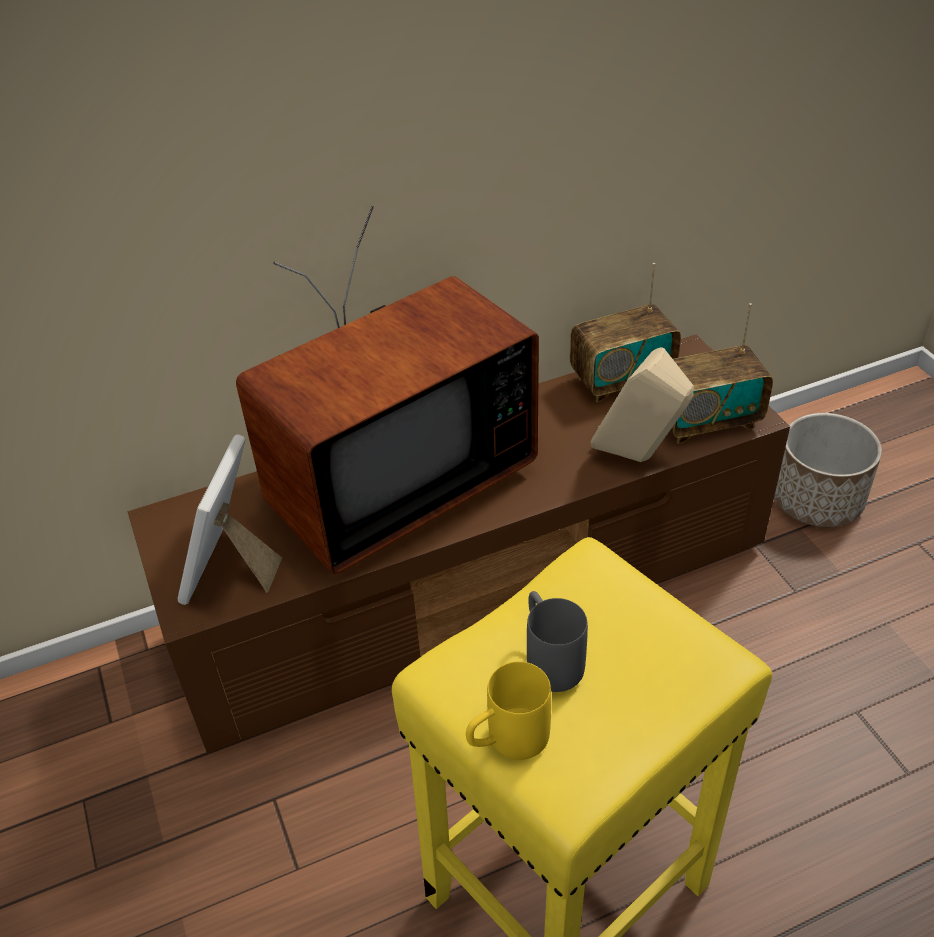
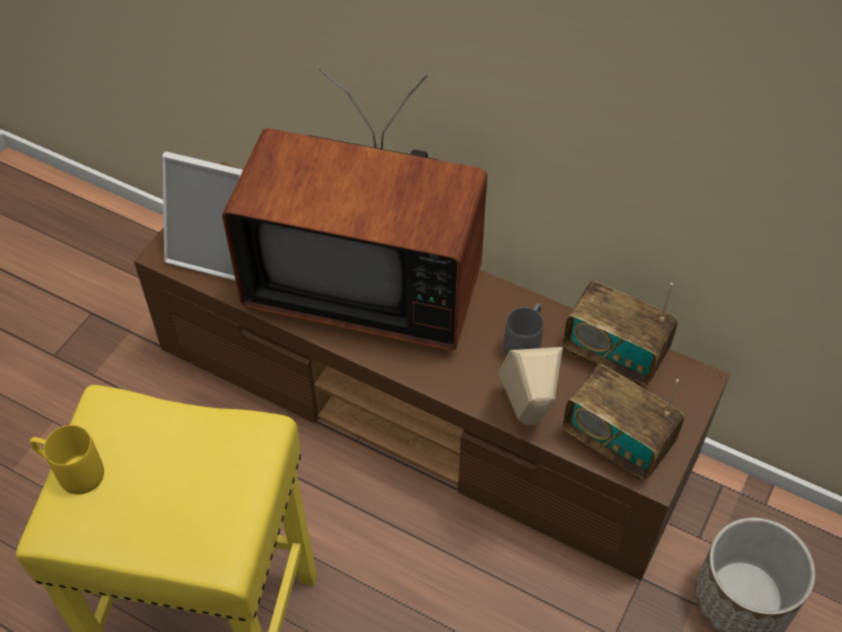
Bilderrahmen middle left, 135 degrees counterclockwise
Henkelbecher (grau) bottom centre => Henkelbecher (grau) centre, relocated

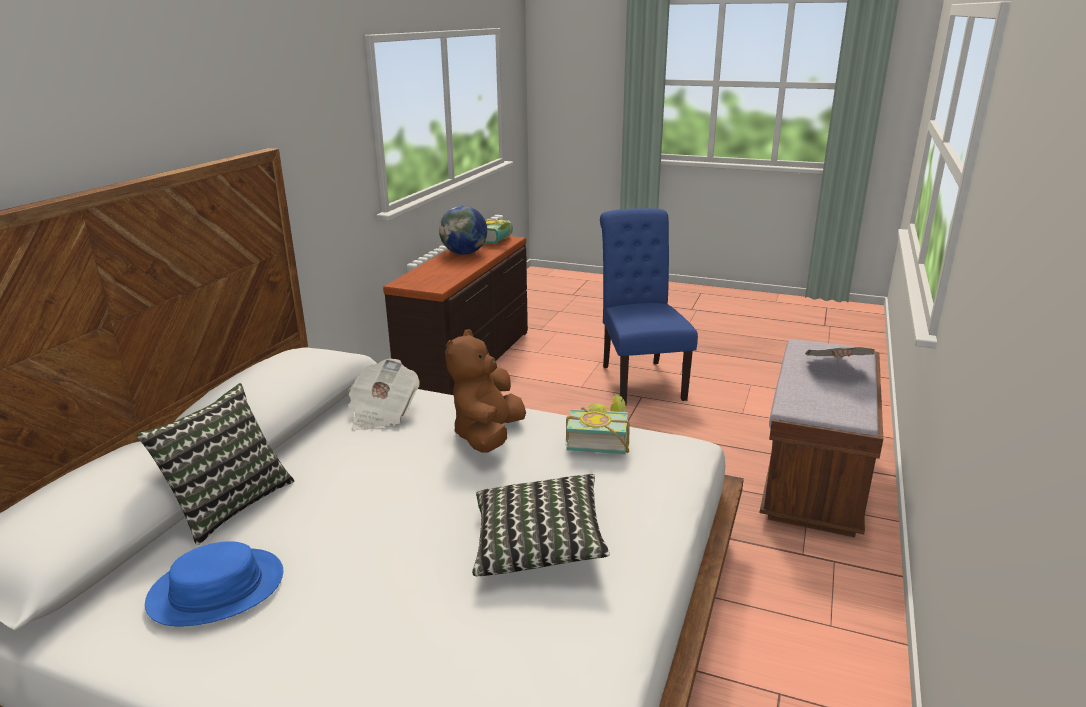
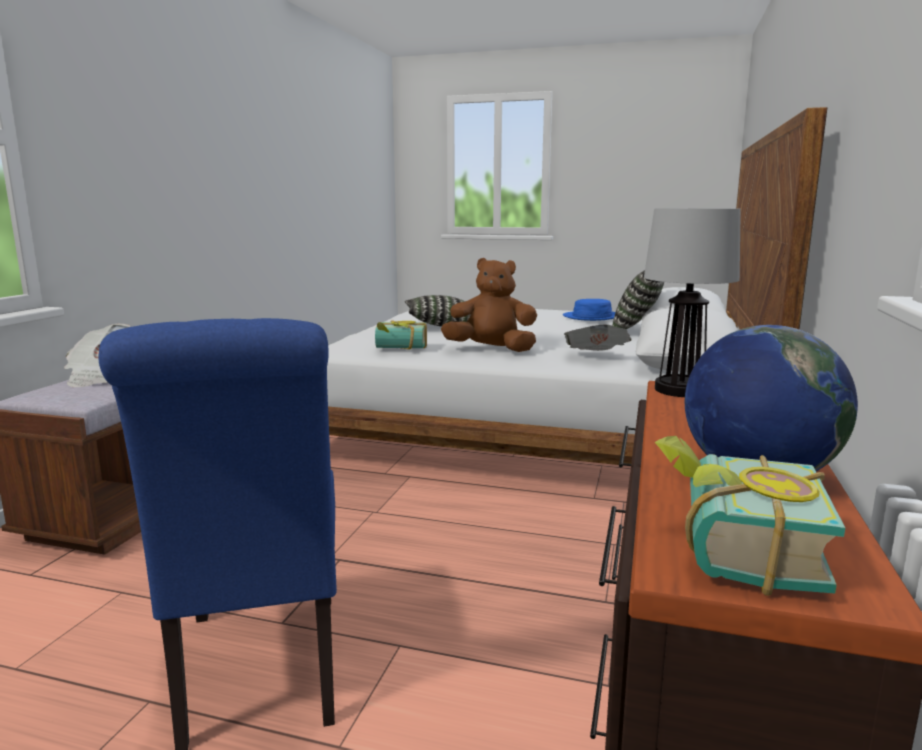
Plüschtier (braun) centre, 90 degrees counterclockwise
nothing => Tischlampe middle right

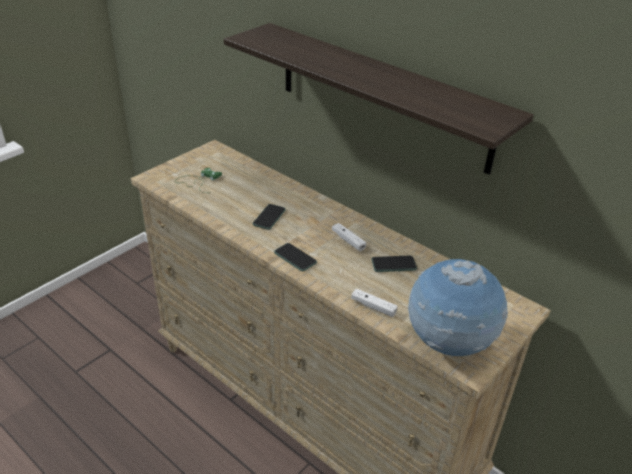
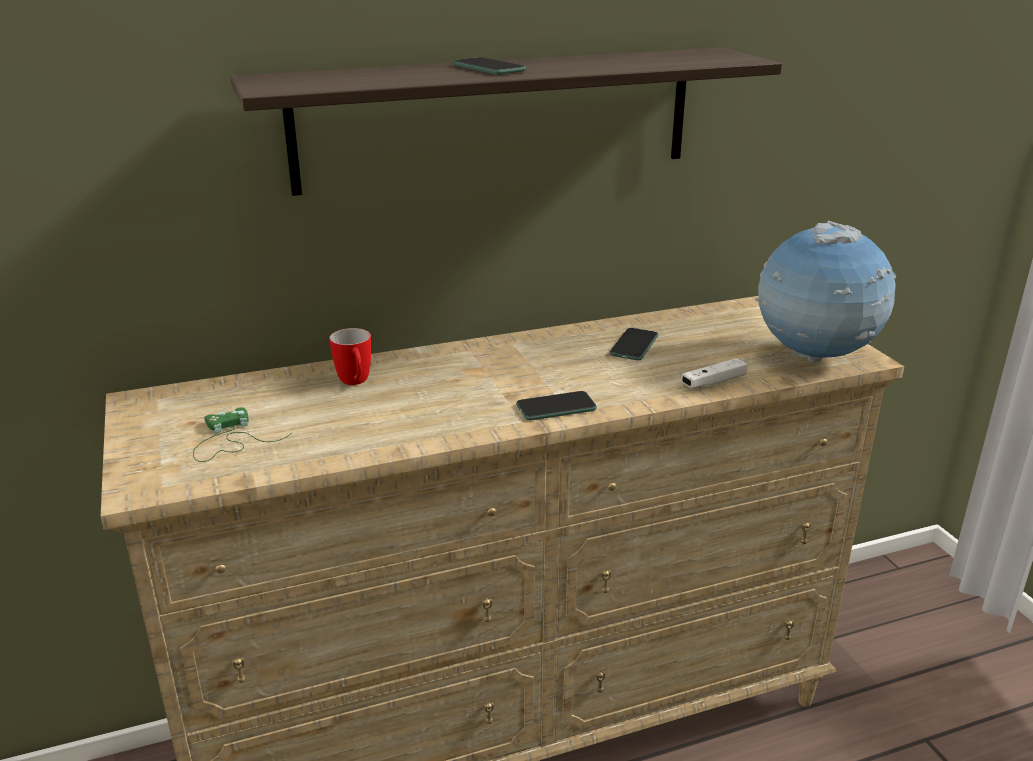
Handy (no. 1 from left) centre => Handy (no. 1 from left) top centre, relocated
Gamepad (weiß) (no. 1 from left) centre => nothing
nothing => Henkelbecher centre

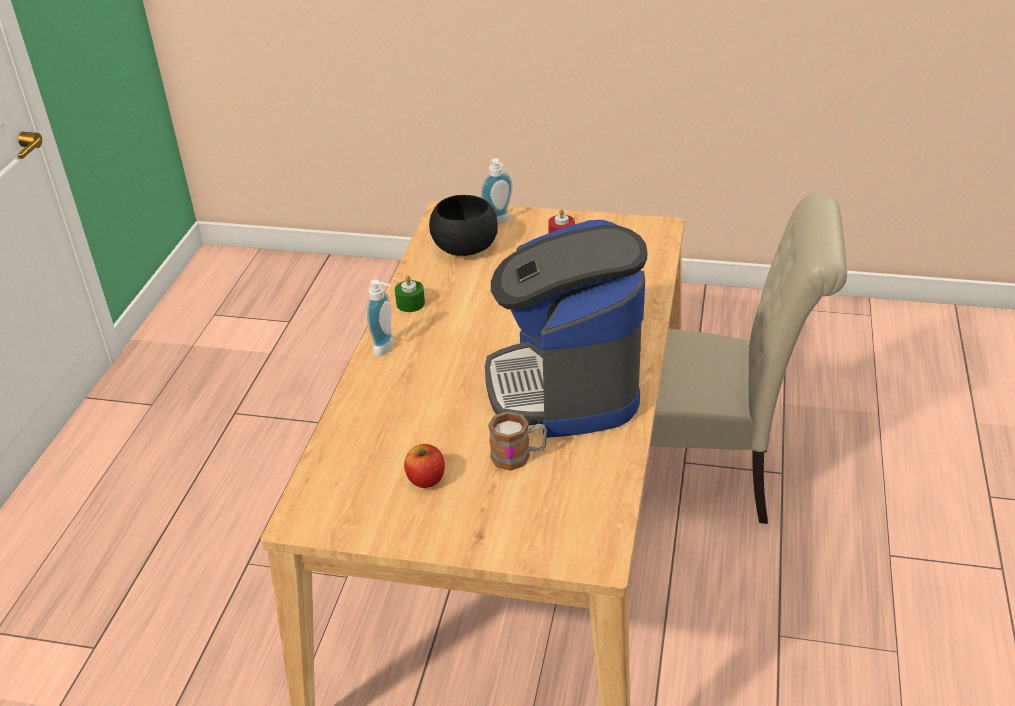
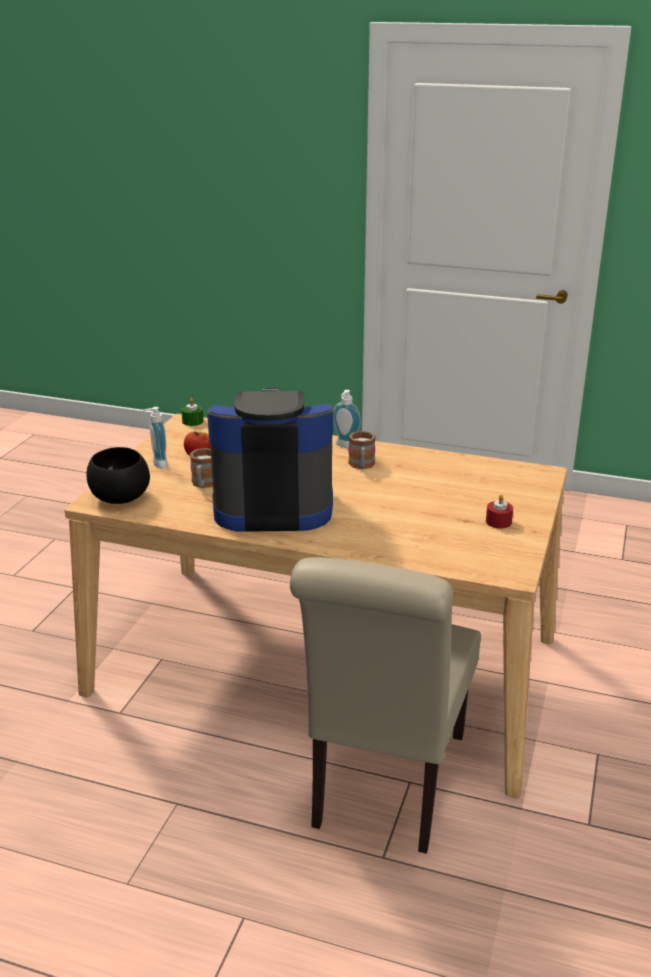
Seifenspender (no. 2 from left in the first image) top centre => Seifenspender (no. 1 from left) middle left, relocated
Schüssel (schwarz) top centre => Schüssel (schwarz) middle left, relocated
Kerze (grün) centre => Kerze (grün) middle left, relocated
nothing => Henkelbecher (no. 2 from left) centre

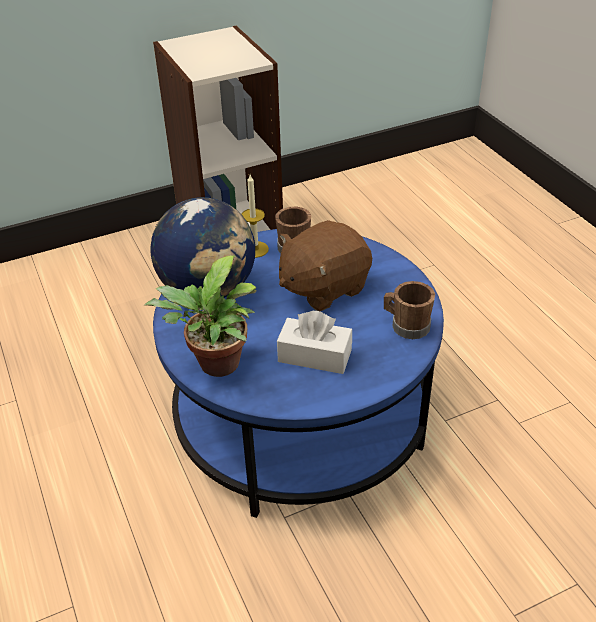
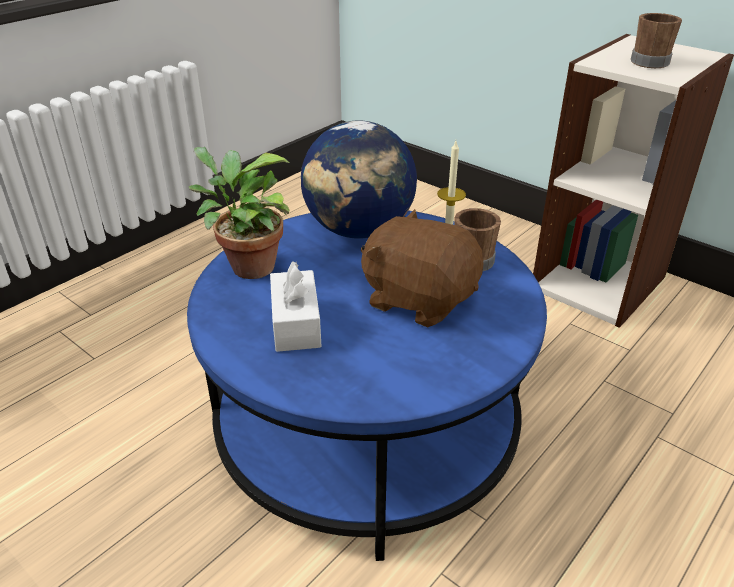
Henkelbecher (braun) (no. 2 from left) middle right => Henkelbecher (braun) (no. 2 from left) top right, relocated

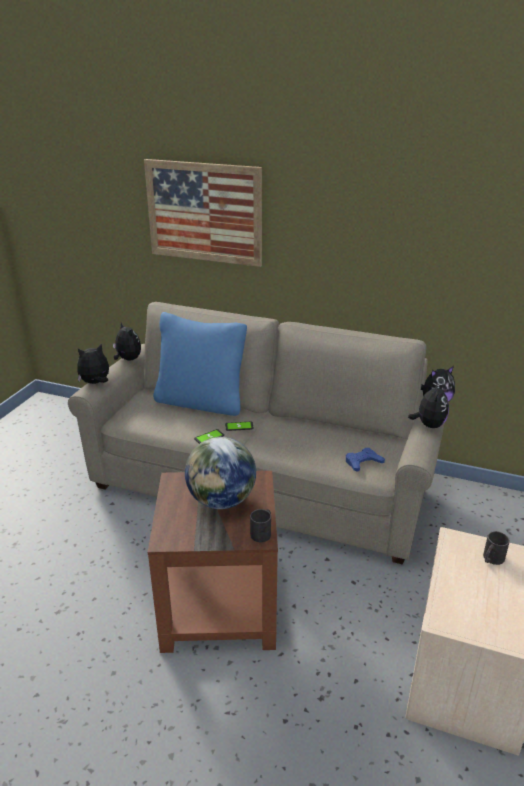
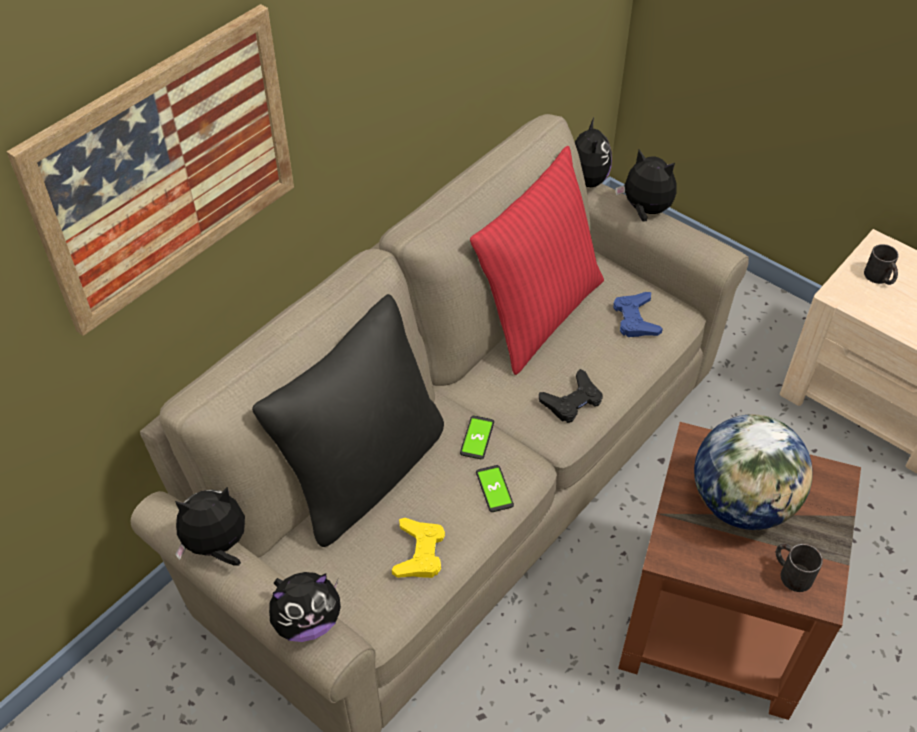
Kissen (blau) centre => Kissen (schwarz) centre
Plüschtier (no. 1 from left in the first image) middle left => Plüschtier (no. 2 from left) bottom left, 105 degrees counterclockwise
Henkelbecher (schwarz) (no. 1 from left) bottom centre => Henkelbecher (schwarz) (no. 1 from left) bottom right, relocated
nothing => Kissen (rot) centre
nothing => Gamepad (schwarz) centre
nothing => Gamepad (gelb) bottom centre

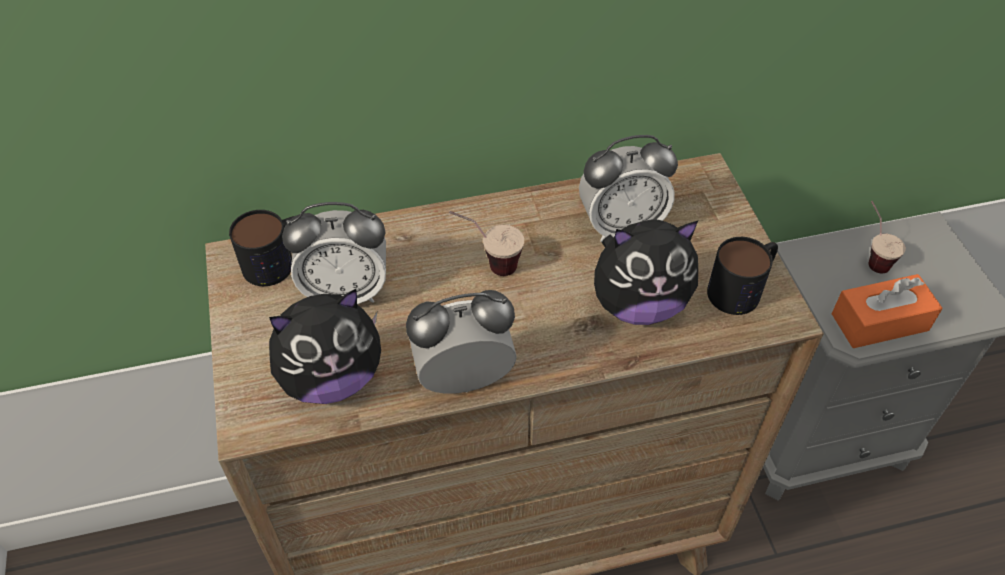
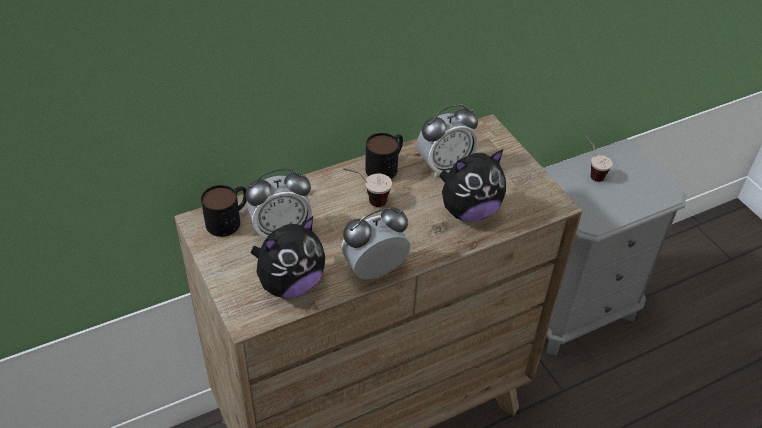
Henkelbecher (no. 2 from left) middle right => Henkelbecher (no. 2 from left) centre, relocated
Taschentuchbox (orange) middle right => nothing

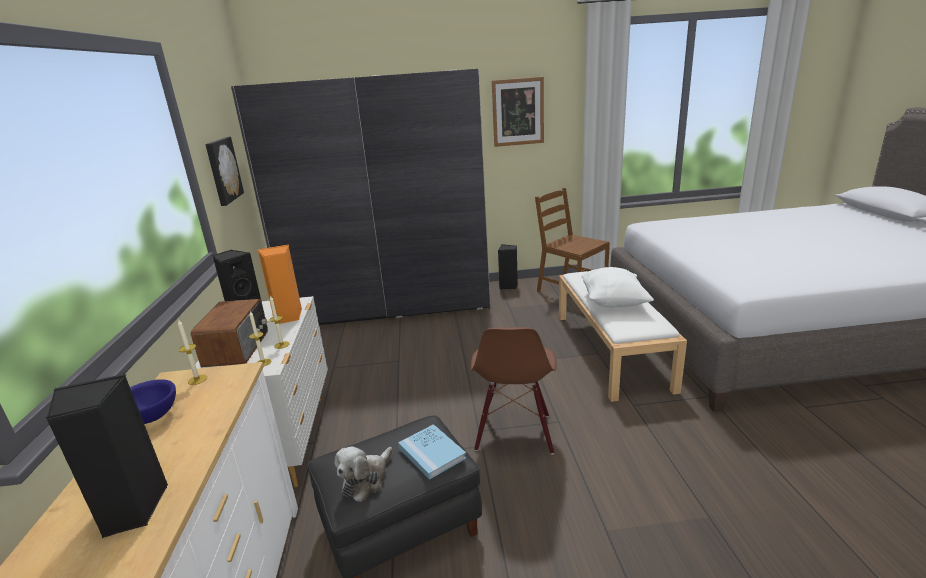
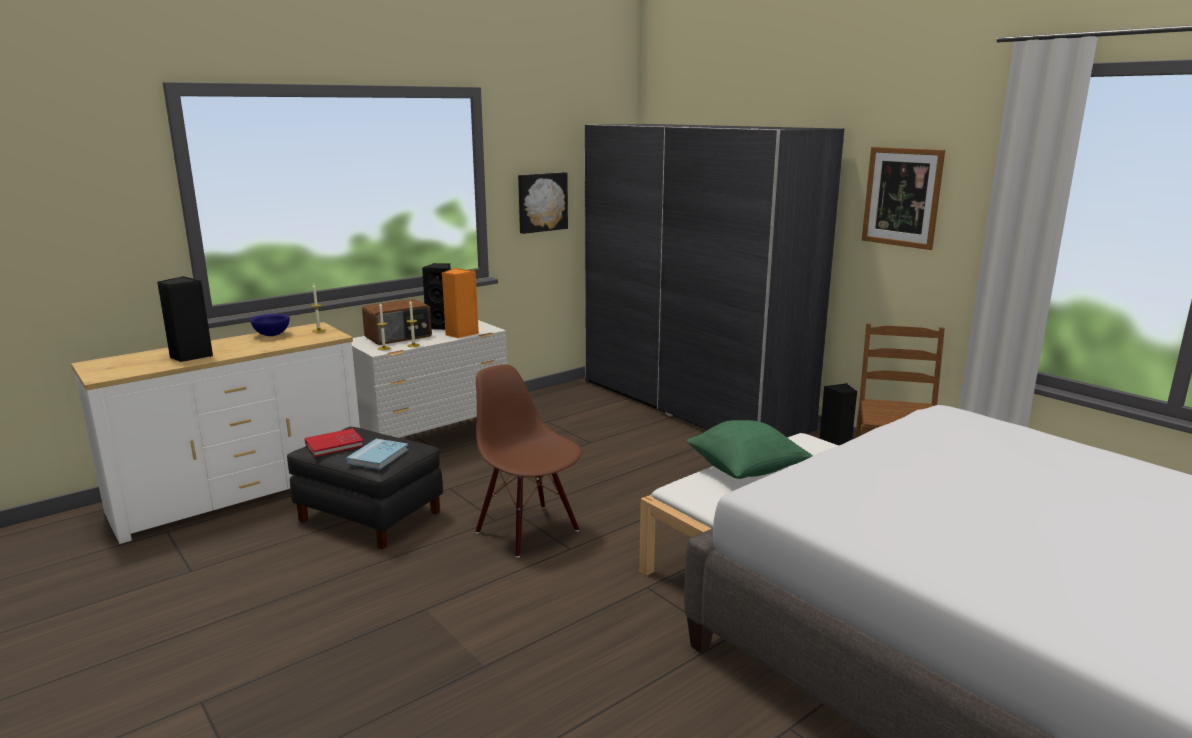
Kissen (weiß) centre => Kissen (grün) centre
Stuhl (braun) (no. 1 from left) bottom centre => Stuhl (braun) (no. 1 from left) centre, 75 degrees clockwise
Plüschtier bottom centre => Buch (rot) middle left

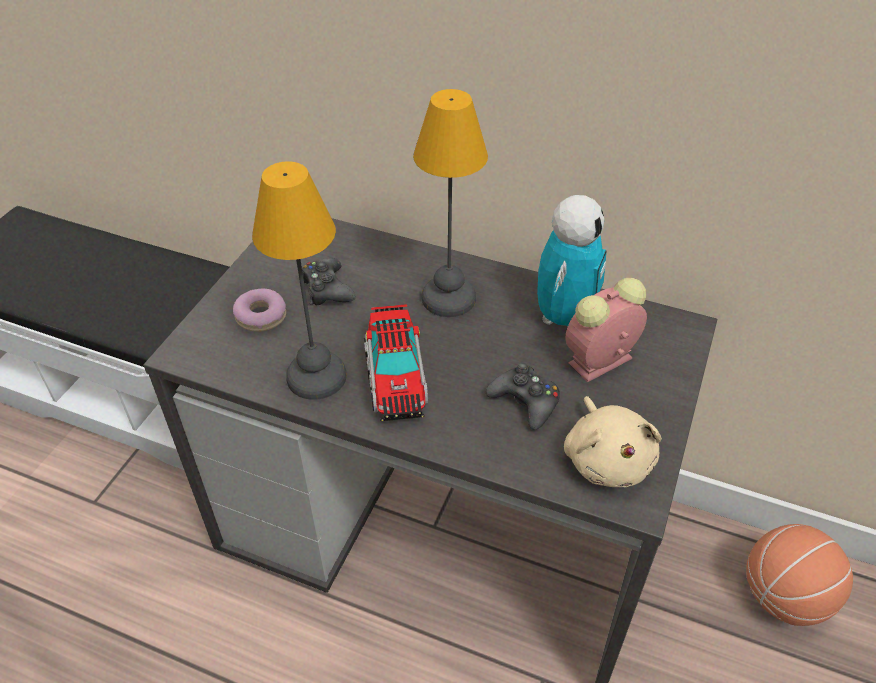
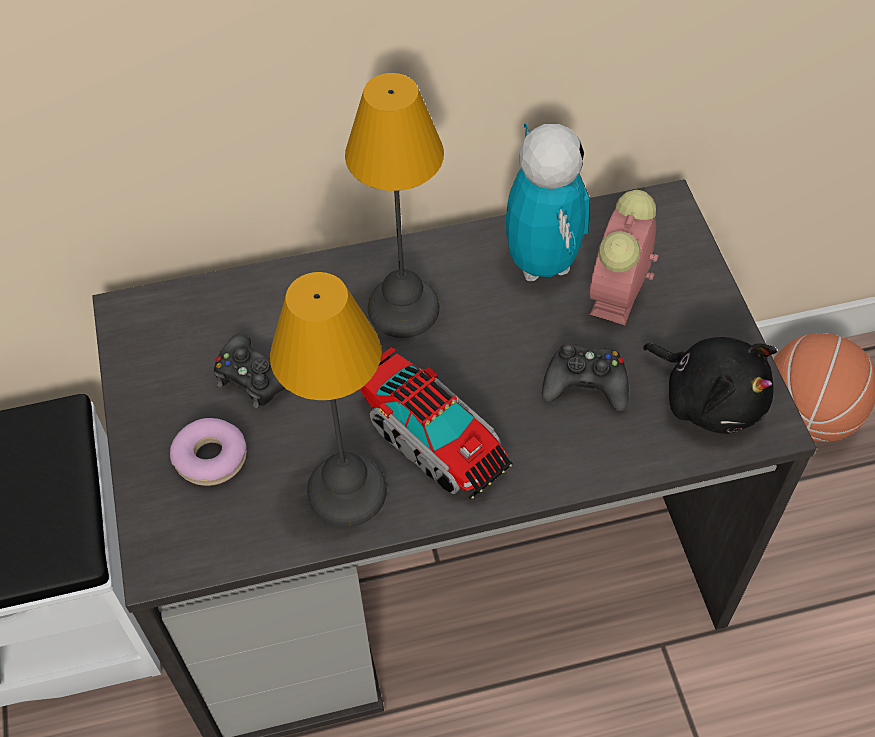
Plüschtier (beige) middle right => Plüschtier (schwarz) middle right

